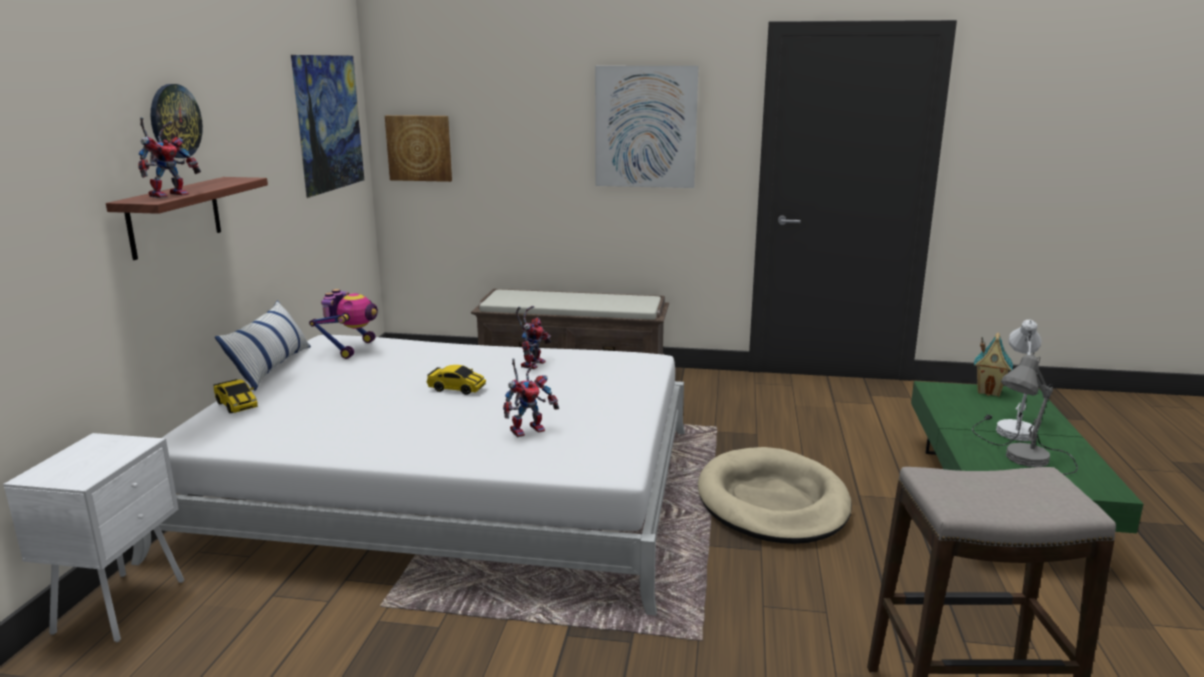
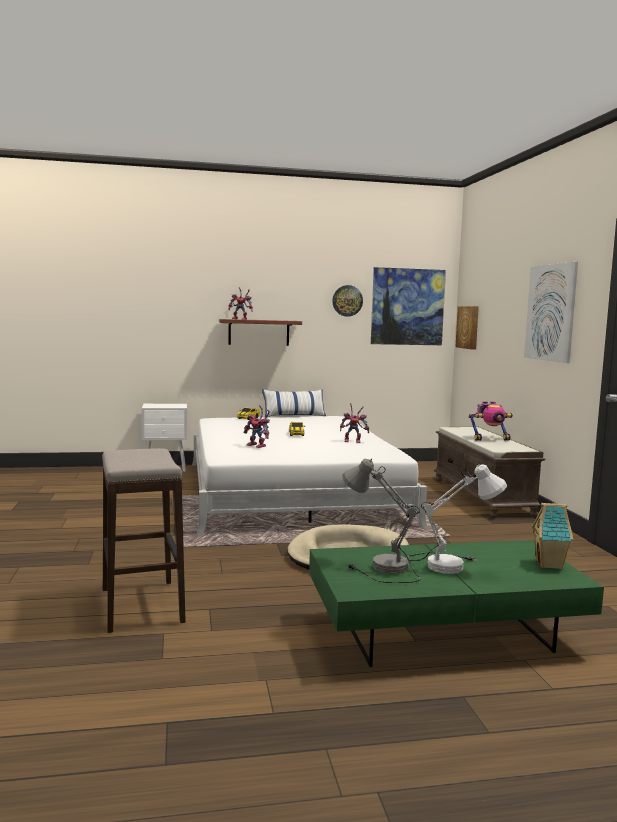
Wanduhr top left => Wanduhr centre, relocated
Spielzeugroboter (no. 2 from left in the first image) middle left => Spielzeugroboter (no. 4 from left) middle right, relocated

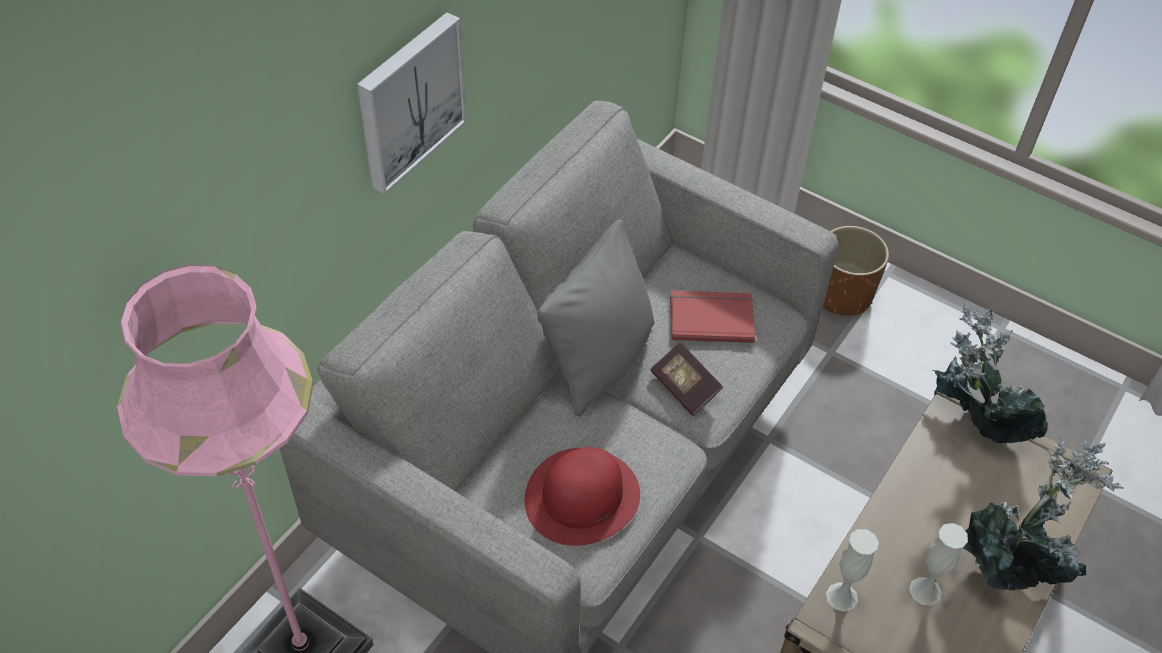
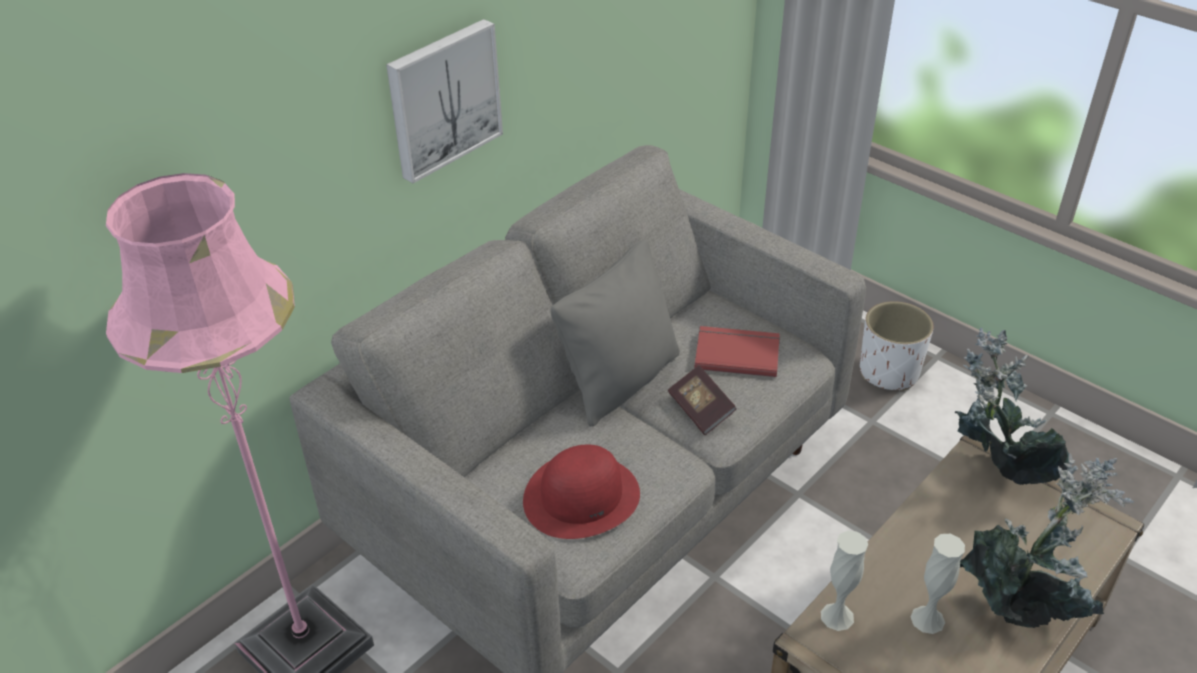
Pflanzkübel (braun) middle right => Pflanzkübel (weiß) middle right

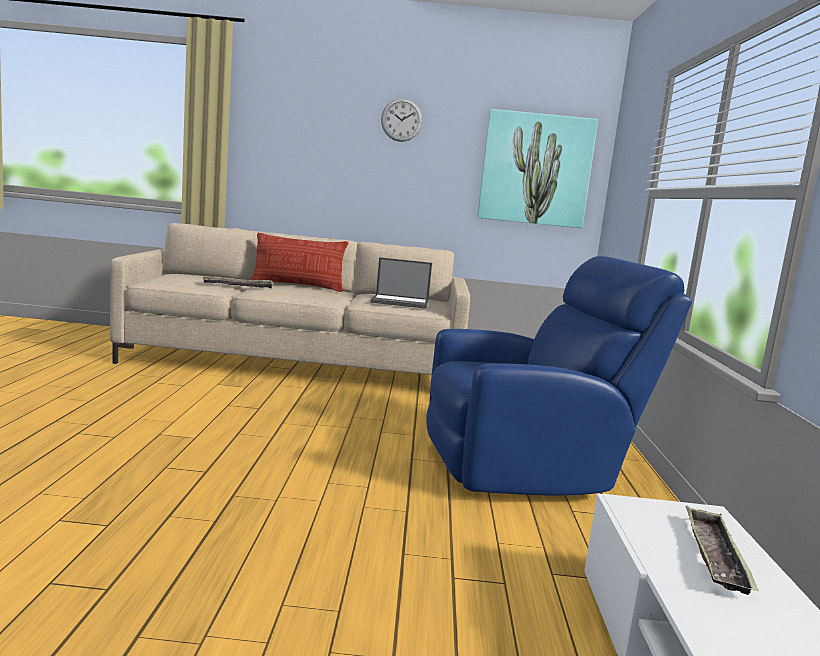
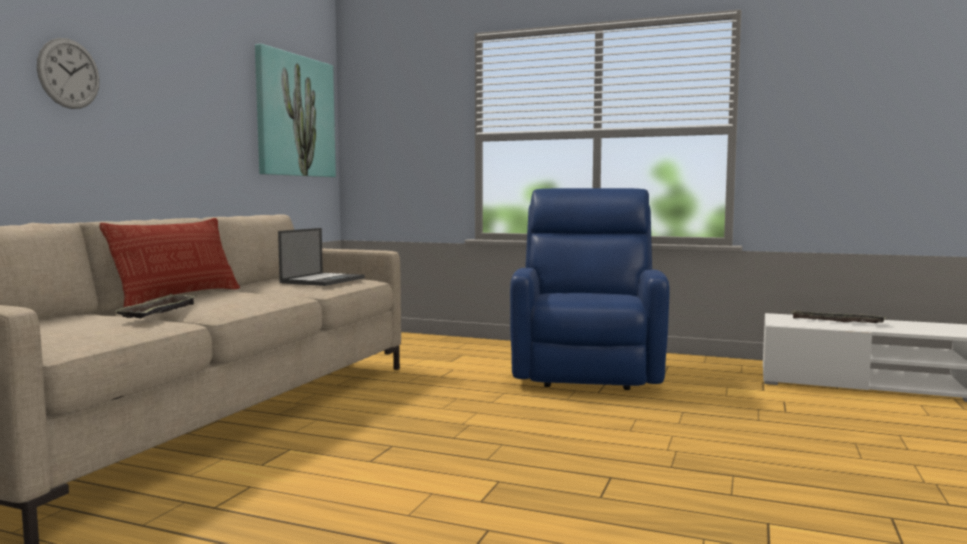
Wanduhr top centre => Wanduhr top left, relocated

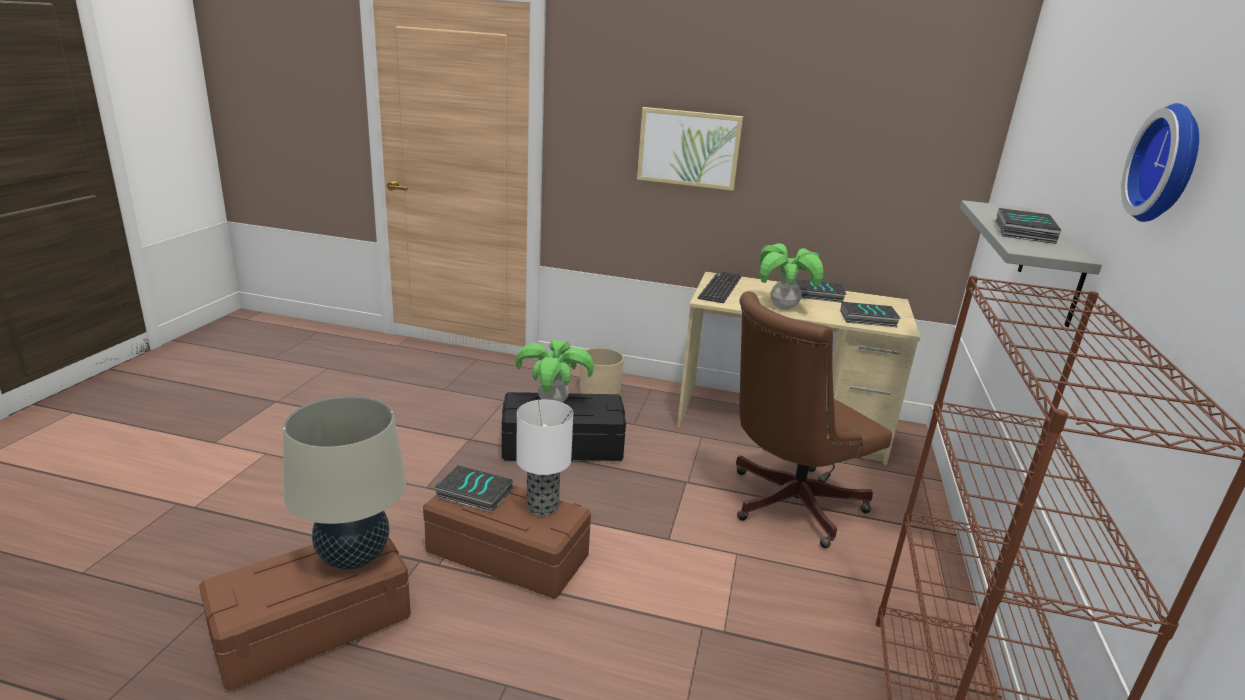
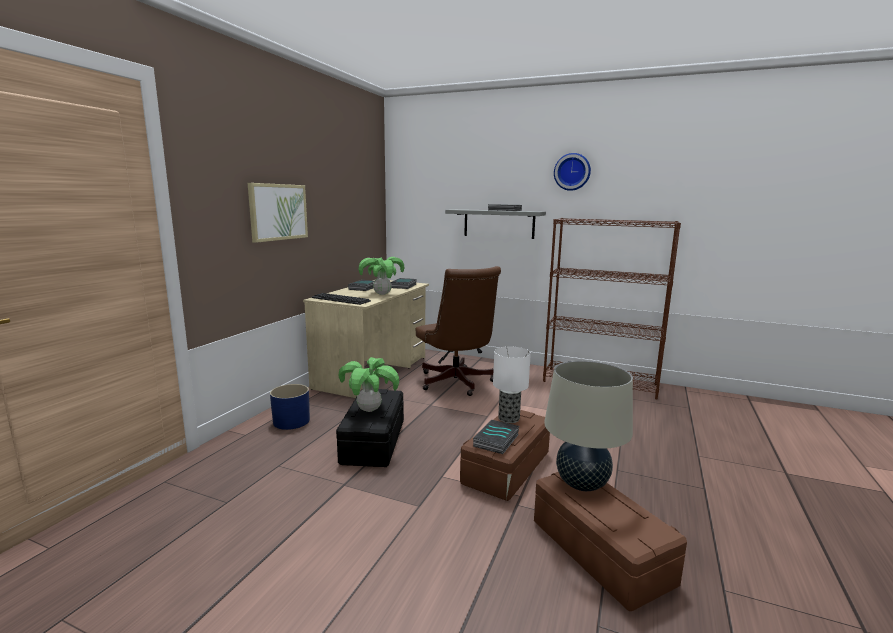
Pflanzkübel (beige) centre => Pflanzkübel (blau) middle left

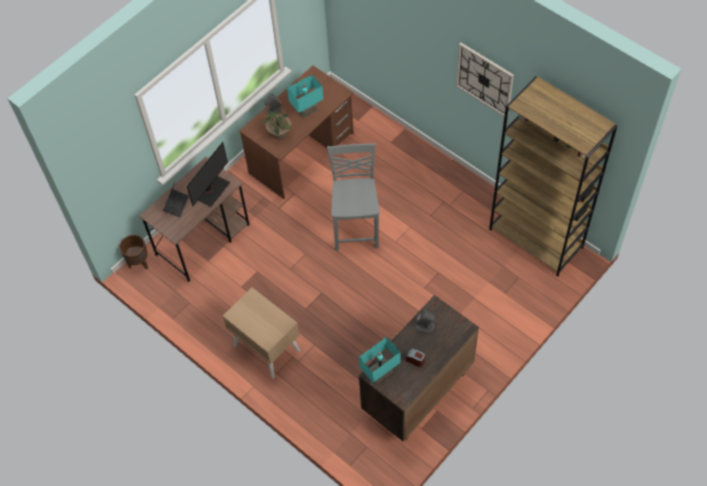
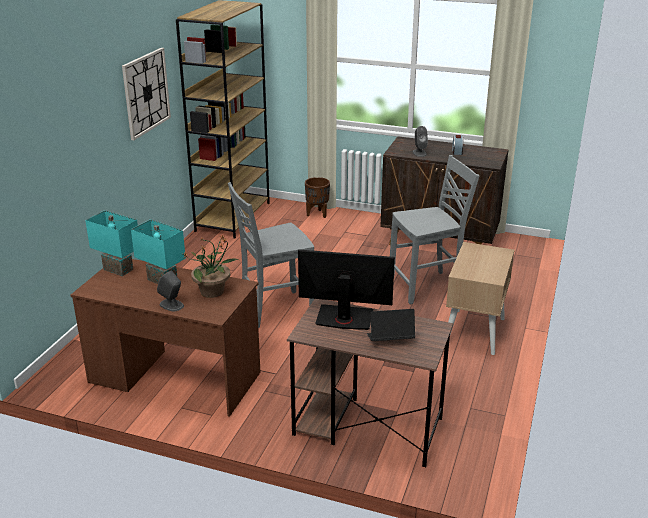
Pflanzkübel (braun) middle left => Pflanzkübel (braun) centre, relocated
Tischlampe (türkis) (no. 2 from left in the first image) bottom centre => Tischlampe (türkis) (no. 1 from left) middle left, relocated
nothing => Stuhl (grau) (no. 2 from left) middle right

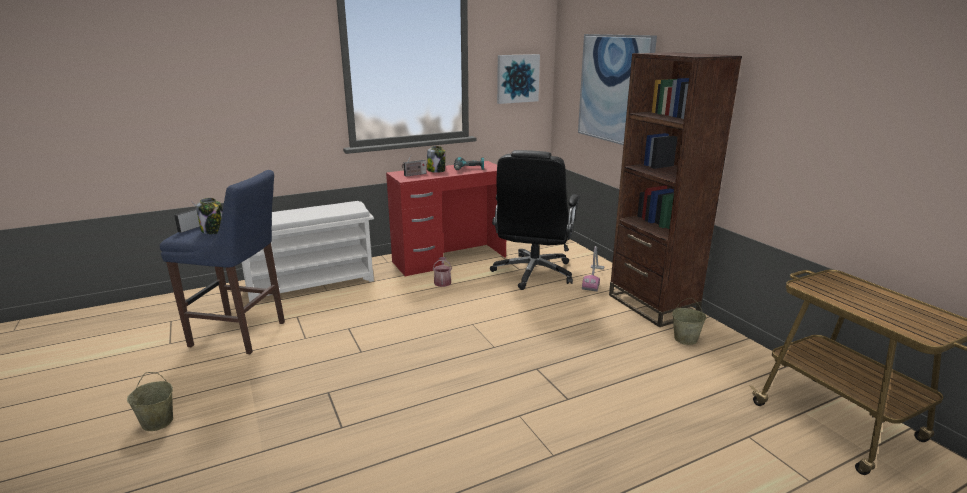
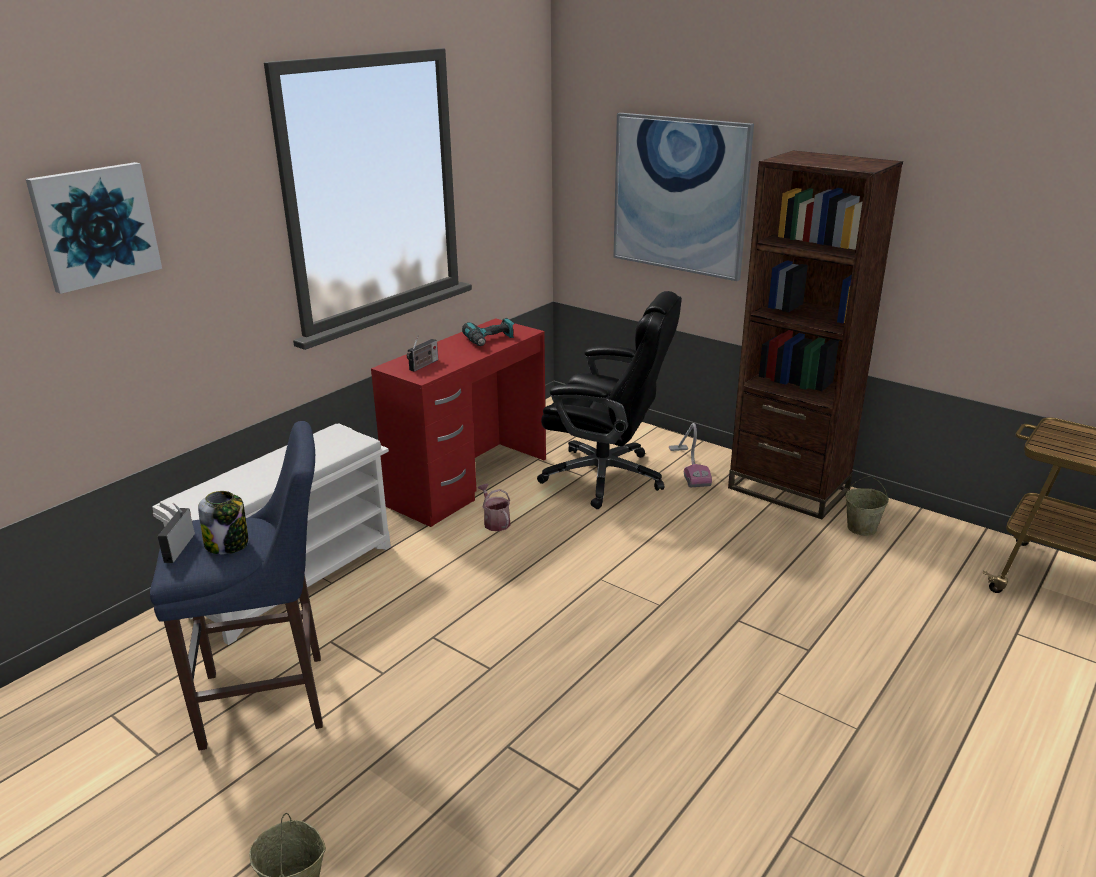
Bild (no. 1 from left) top centre => Bild (no. 1 from left) top left, relocated
Vorratsglas (no. 2 from left) top centre => nothing
Bürostuhl (schwarz) centre, 60 degrees counterclockwise

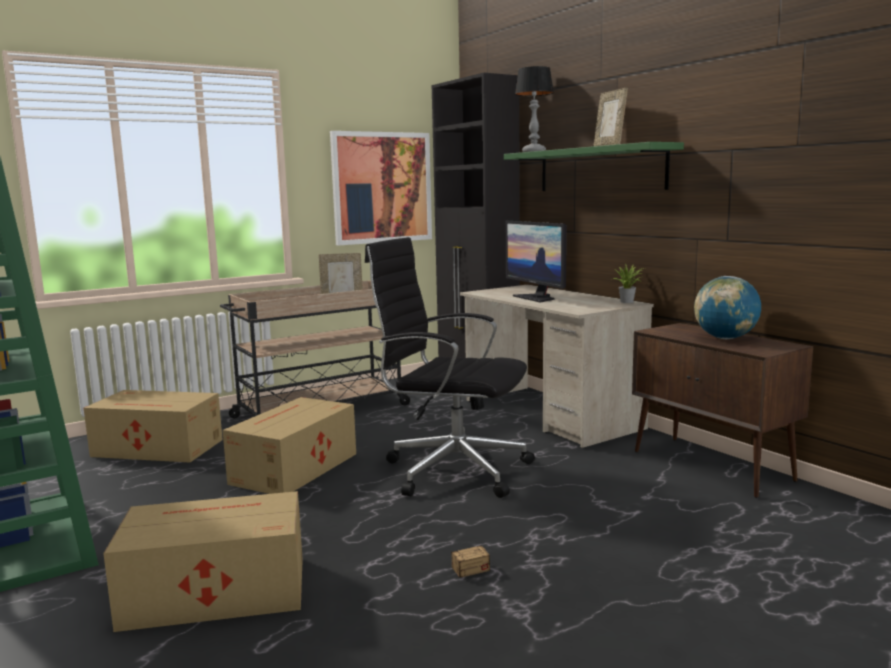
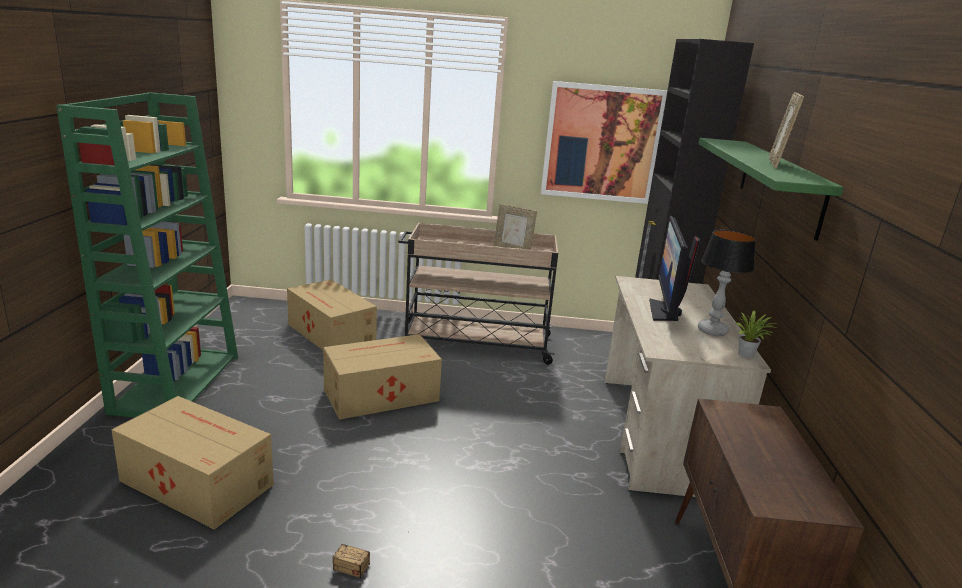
Tischlampe top centre => Tischlampe middle right, relocated
Bürostuhl (schwarz) centre => nothing
Globus middle right => nothing

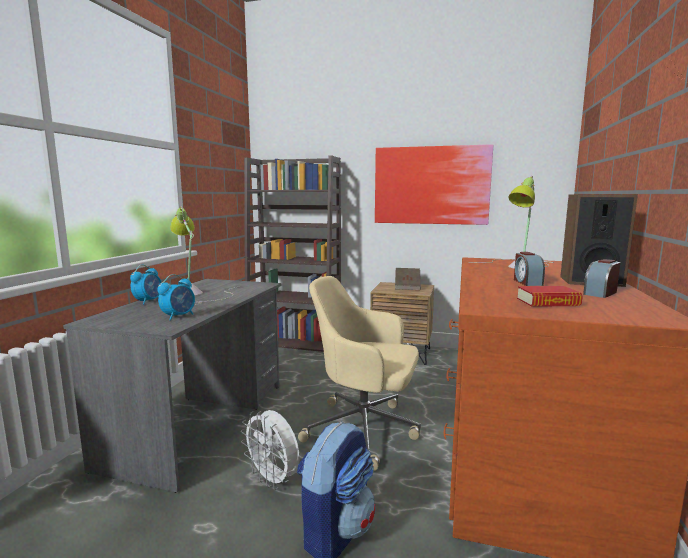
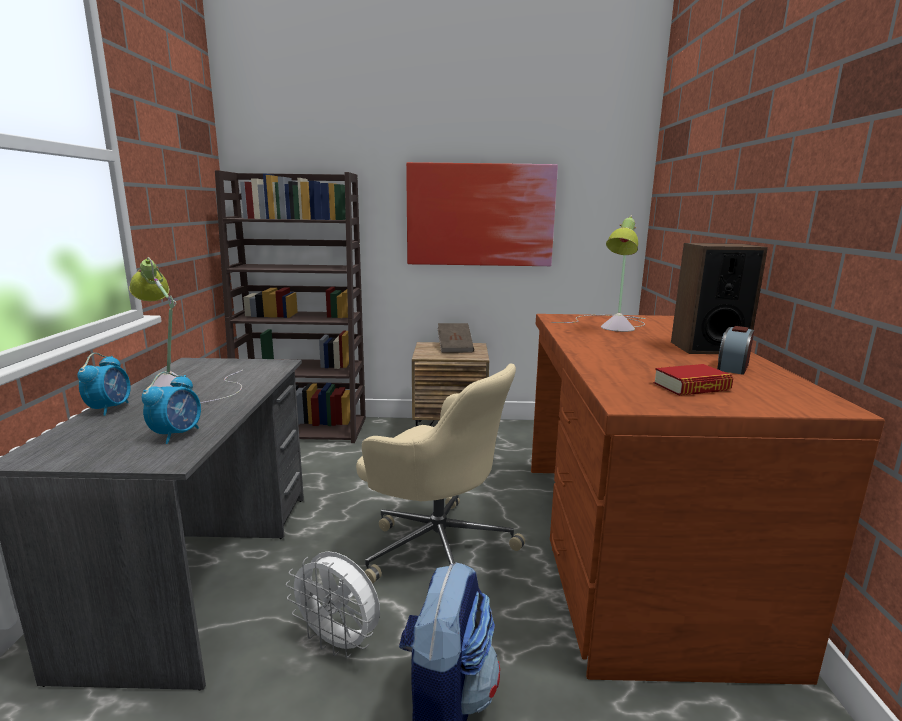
Wecker (no. 3 from left) middle right => nothing
Bürostuhl (beige) bottom centre => Bürostuhl (beige) centre, 150 degrees counterclockwise

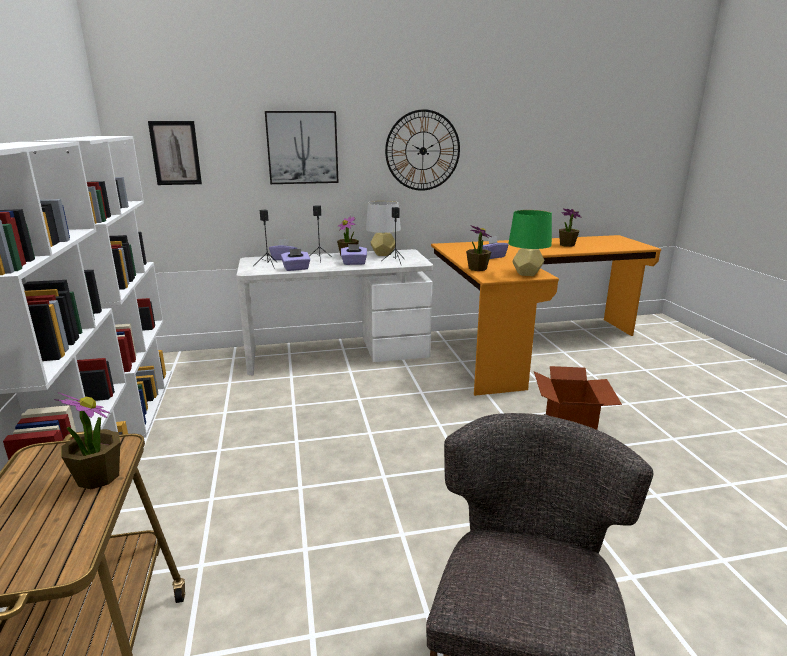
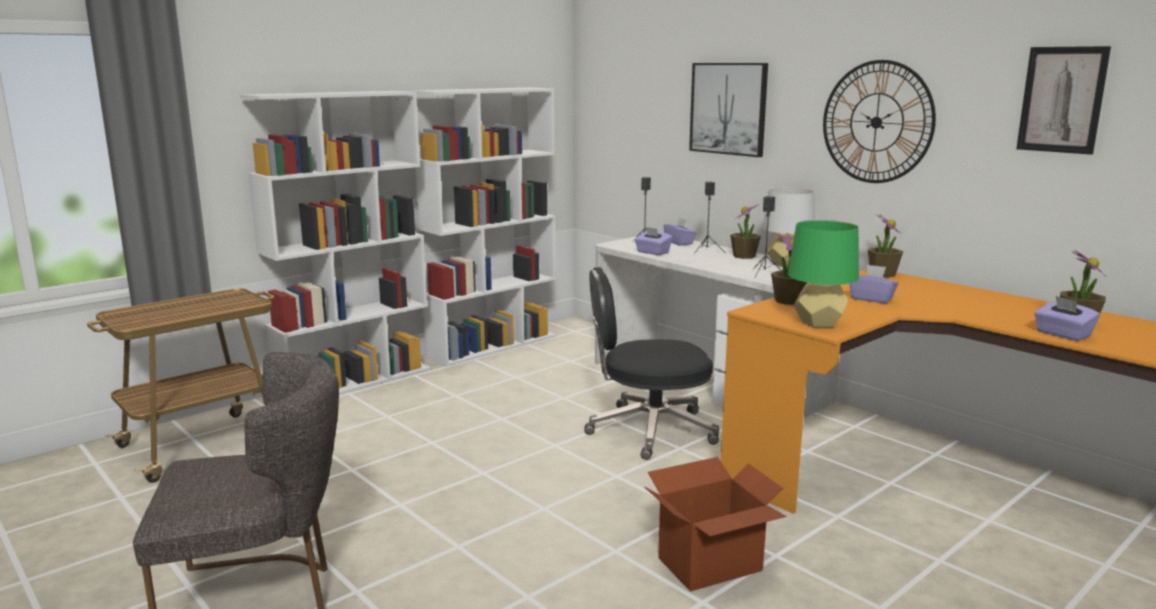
Bild (no. 1 from left in the first image) top left => Bild (no. 2 from left) top right, relocated
Taschentuchbox (lila) (no. 3 from left in the first image) centre => Taschentuchbox (lila) (no. 4 from left) middle right, relocated
Topfpflanze (no. 1 from left in the first image) bottom left => Topfpflanze (no. 3 from left) middle right, relocated
nothing => Bürostuhl (schwarz) centre

